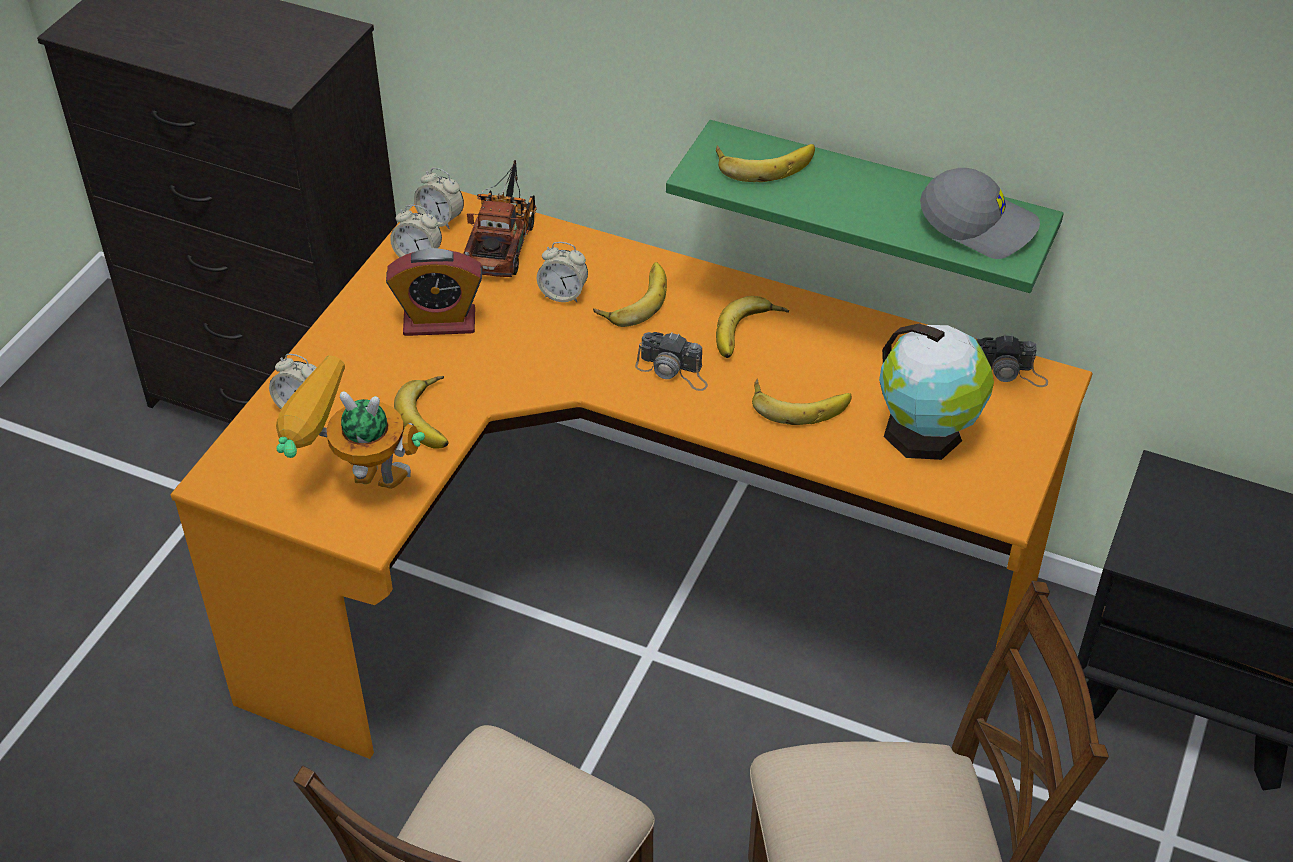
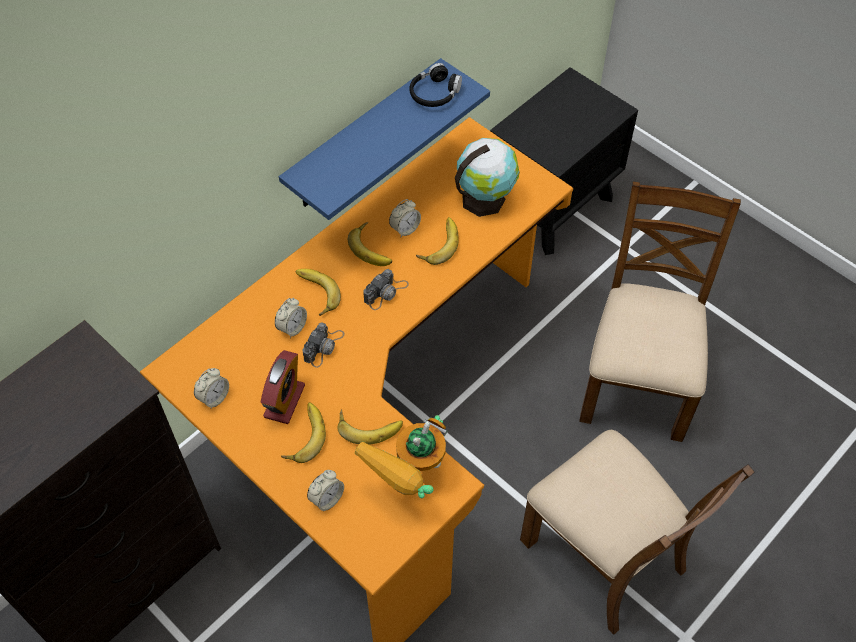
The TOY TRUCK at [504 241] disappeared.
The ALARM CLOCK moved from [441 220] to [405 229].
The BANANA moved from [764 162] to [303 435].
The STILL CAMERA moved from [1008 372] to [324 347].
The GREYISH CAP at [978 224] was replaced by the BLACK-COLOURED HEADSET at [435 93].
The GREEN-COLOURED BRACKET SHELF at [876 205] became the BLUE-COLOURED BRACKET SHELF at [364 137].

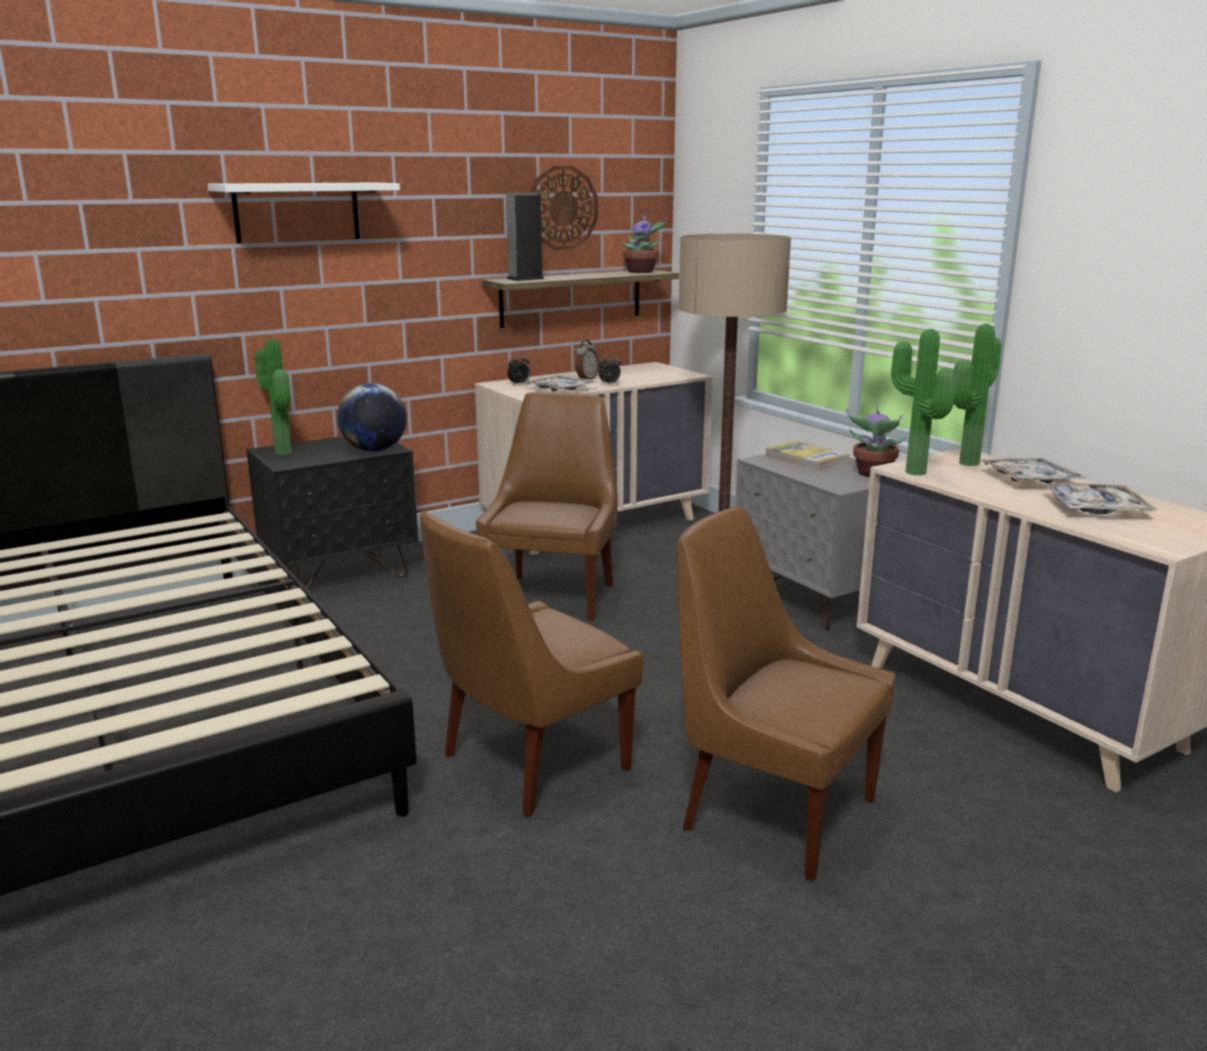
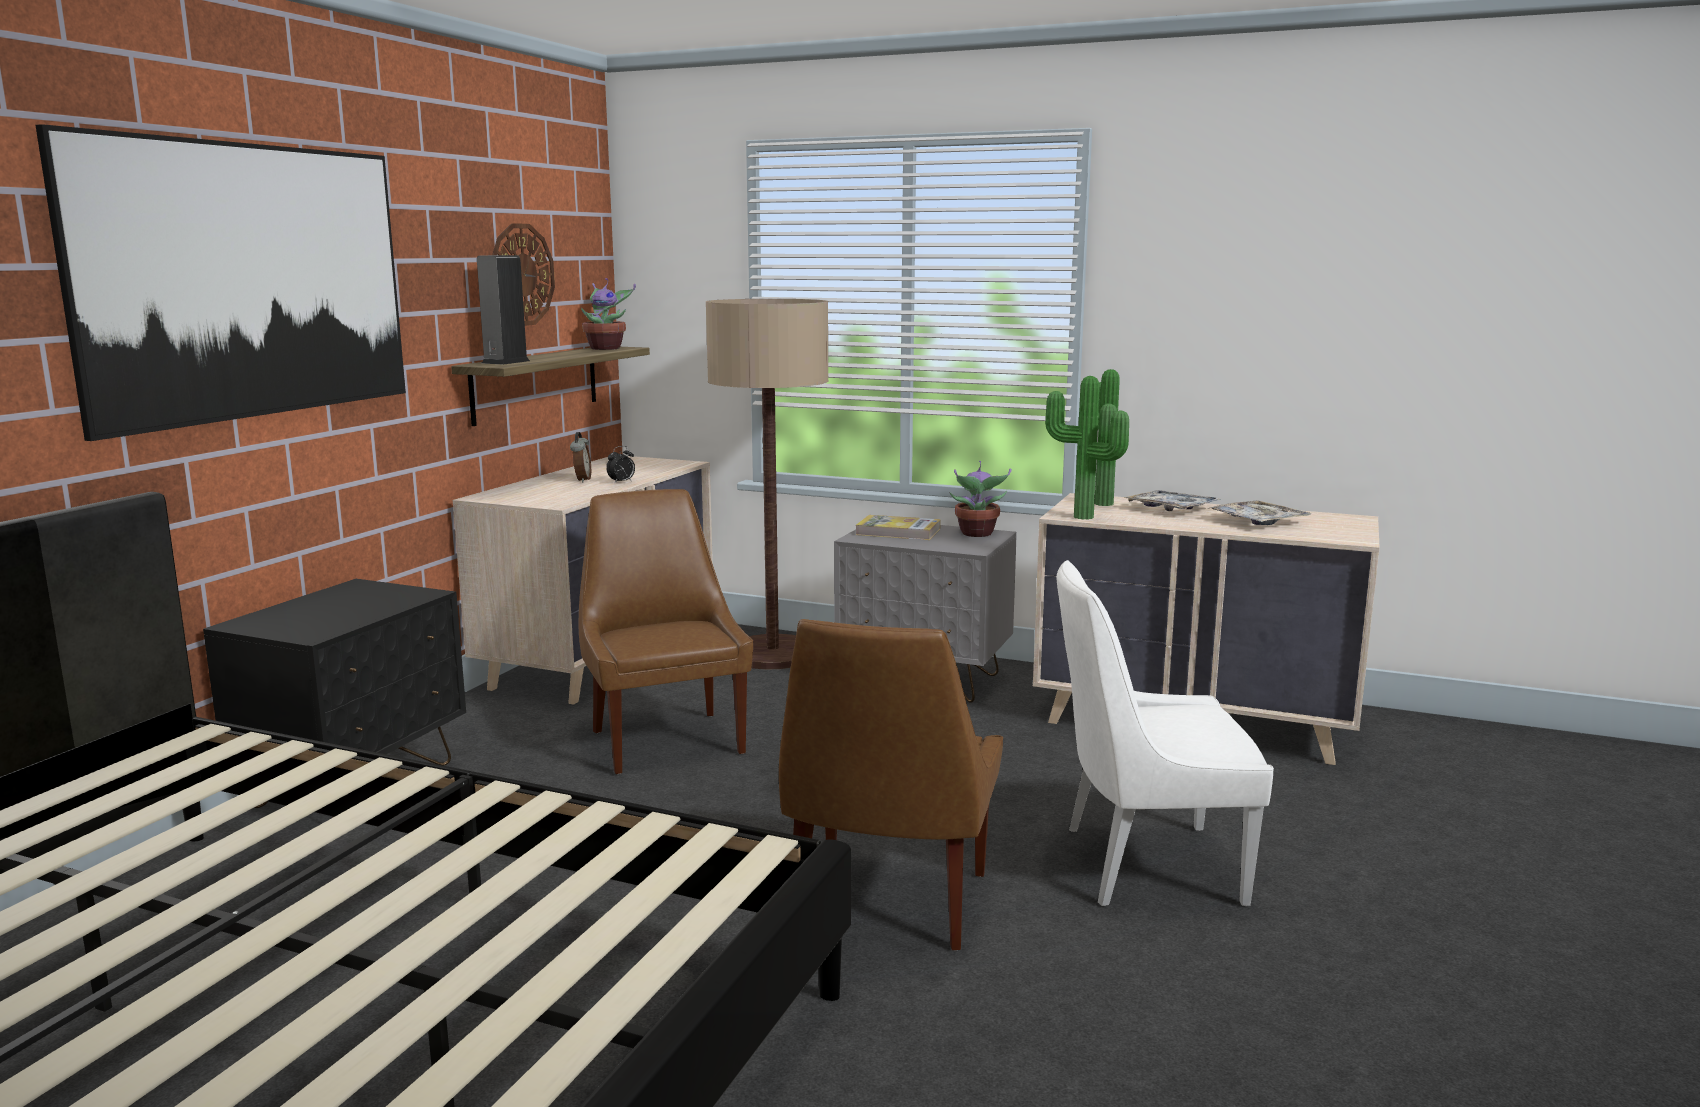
The HOUSEPLANT at [280 453] disappeared.
The GLOBE at [374 450] disappeared.
The ALARM CLOCK at [519 384] disappeared.
The CARRYING TRAY at [560 390] disappeared.
The WHITISH BRACKET SHELF at [297 212] was replaced by the WALL PICTURE at [248 281].
The BROWN-COLOURED PLAIN CHAIR at [772 811] became the WHITISH PLAIN CHAIR at [1145 864].

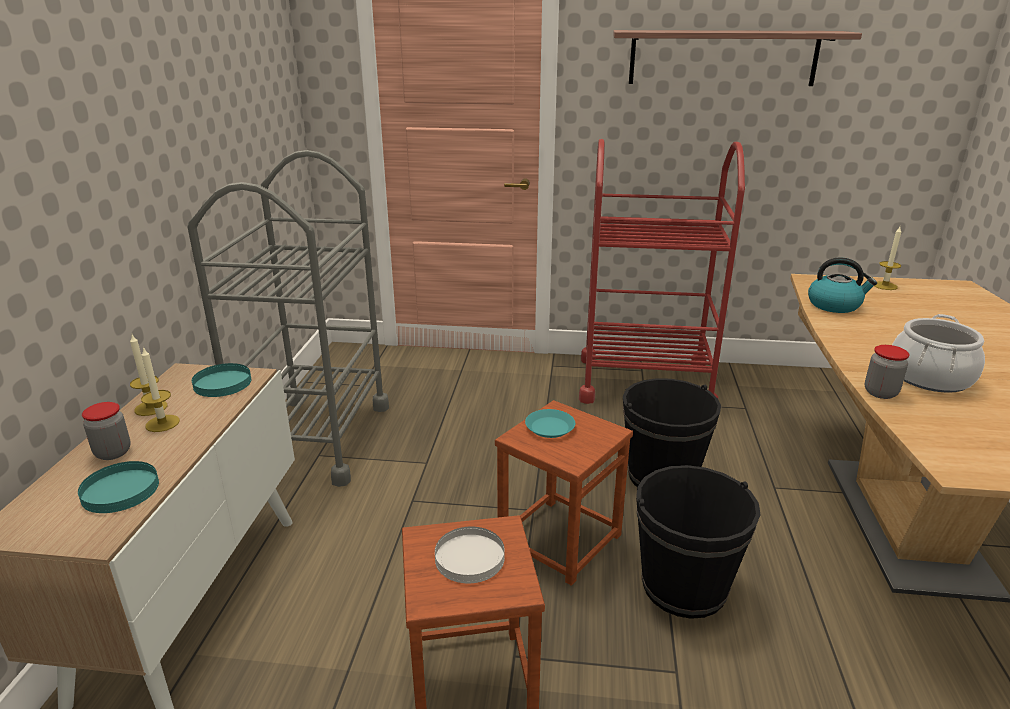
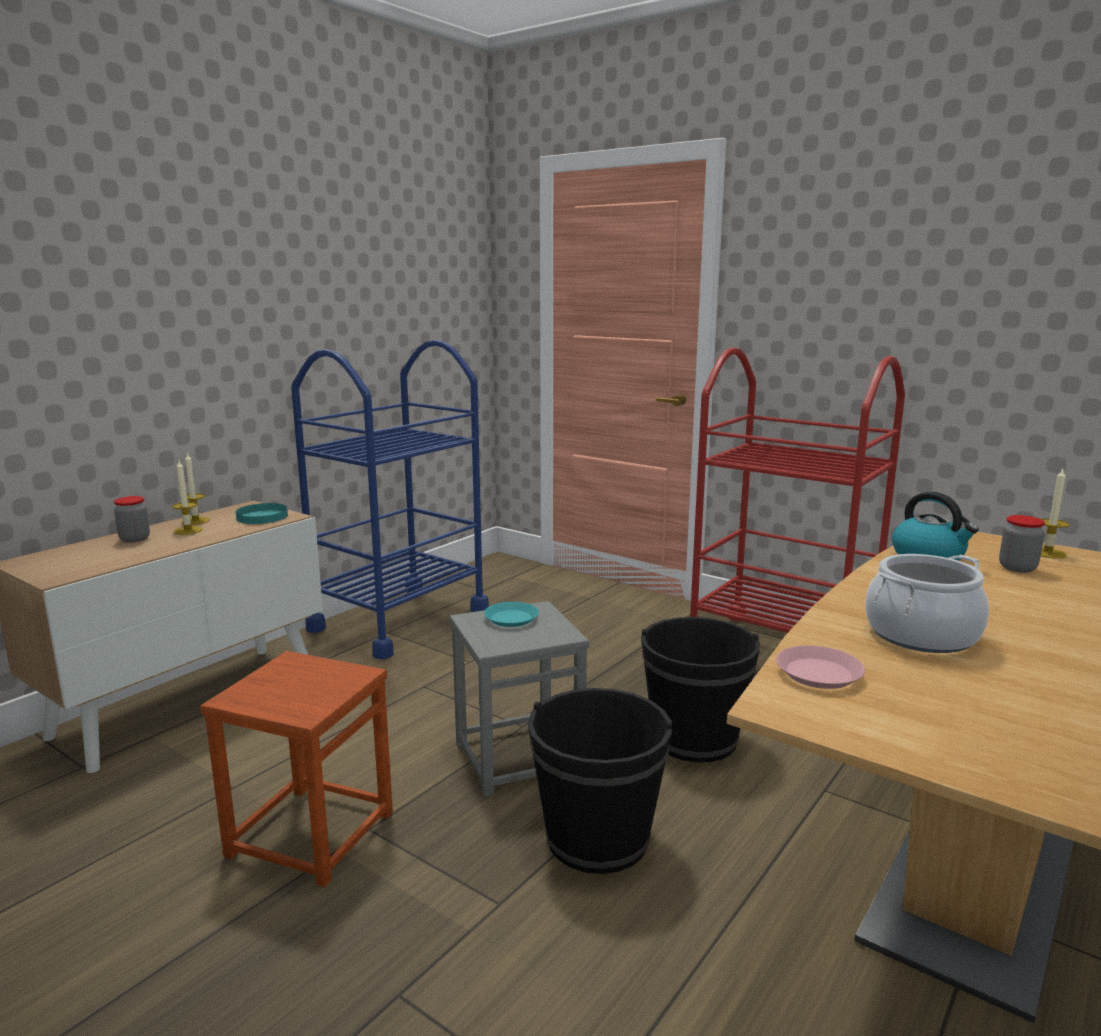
The TURQUOISE-COLOURED DINNER PLATE at [120 490] disappeared.
The WHITISH DINNER PLATE at [469 558] disappeared.
The BRACKET SHELF at [722 58] disappeared.
The PINKISH DINNER PLATE at [818 674] appeared.
The PRESERVE JAR moved from [880 393] to [1017 568].
The GREYISH WHEELED CART at [316 438] became the BLUE-COLOURED WHEELED CART at [399 620].
The BROWN-COLOURED SITTING STOOL at [559 539] became the GREYISH SITTING STOOL at [518 757].

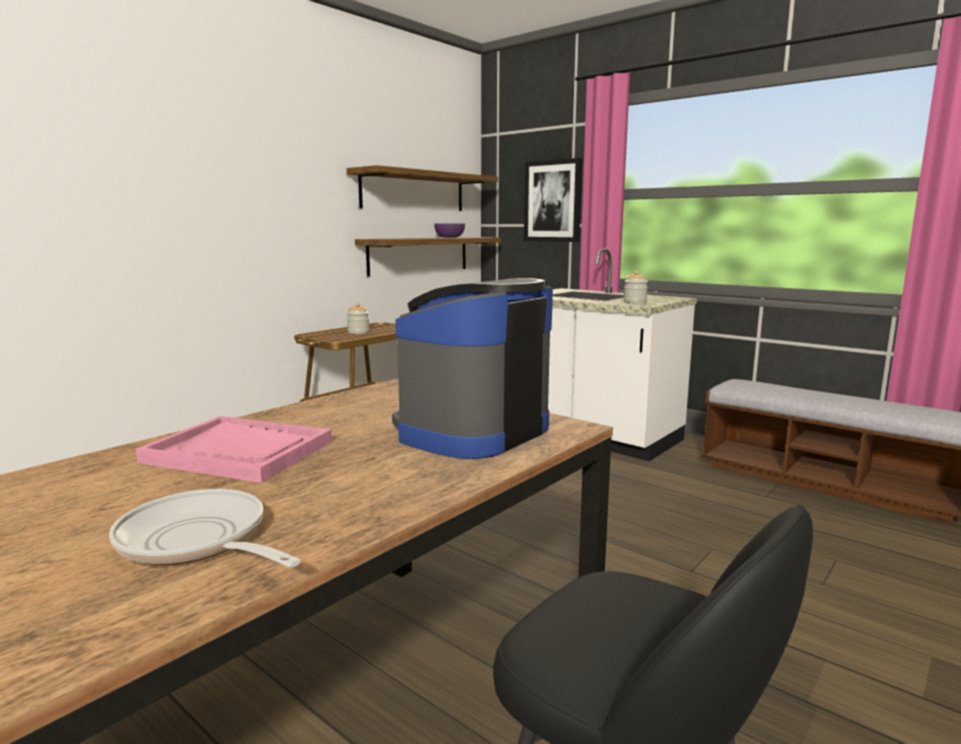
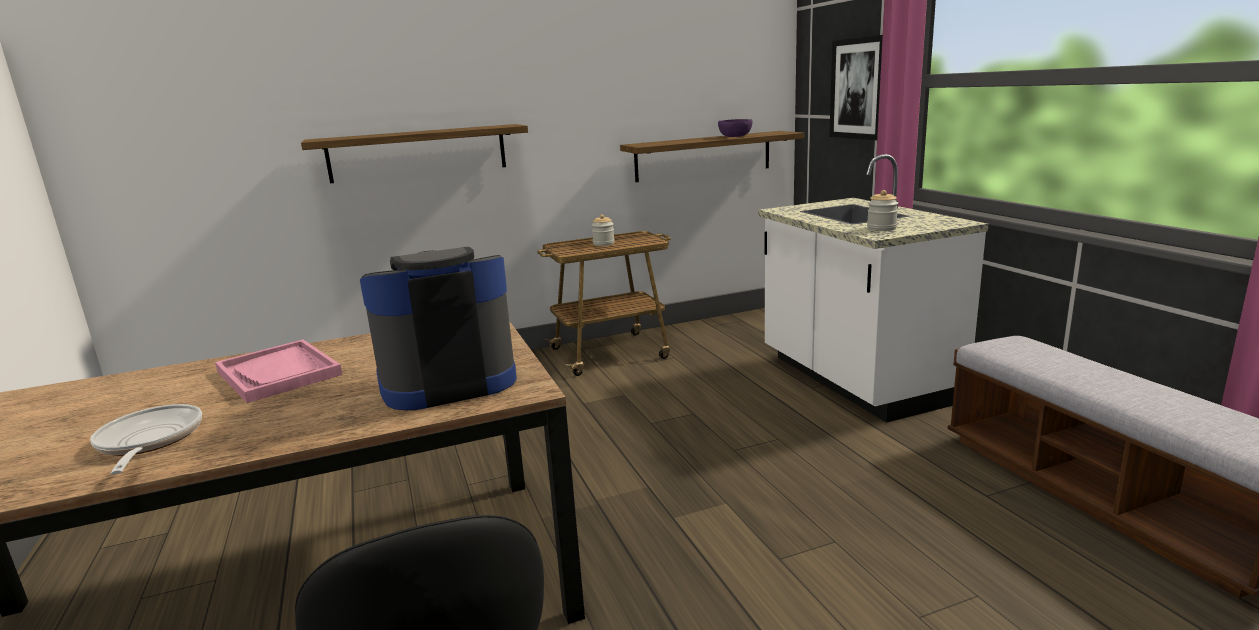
The BRACKET SHELF moved from [413 191] to [418 153].

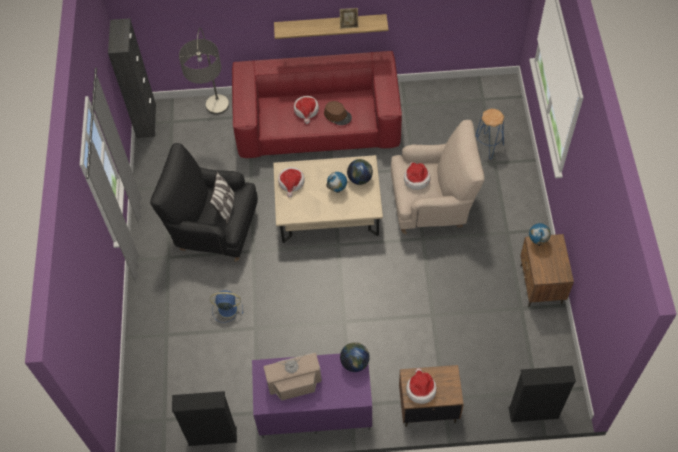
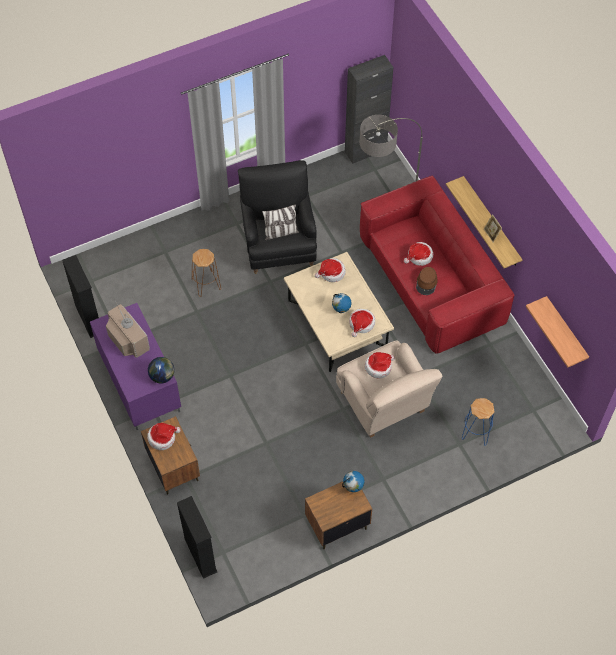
The BRACKET SHELF at [566 331] appeared.
The BLUE-COLOURED COOLING FAN at [226 308] was replaced by the BROWN-COLOURED SITTING STOOL at [206 284].
The GLOBE at [360 179] was replaced by the WEARABLE HAT at [361 324].

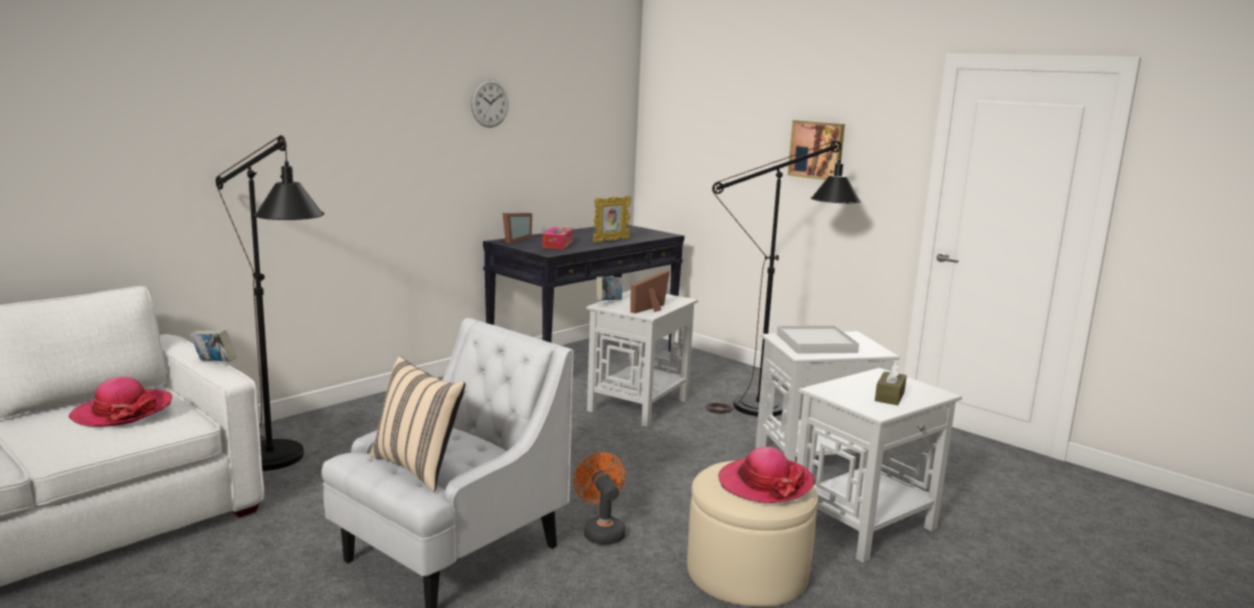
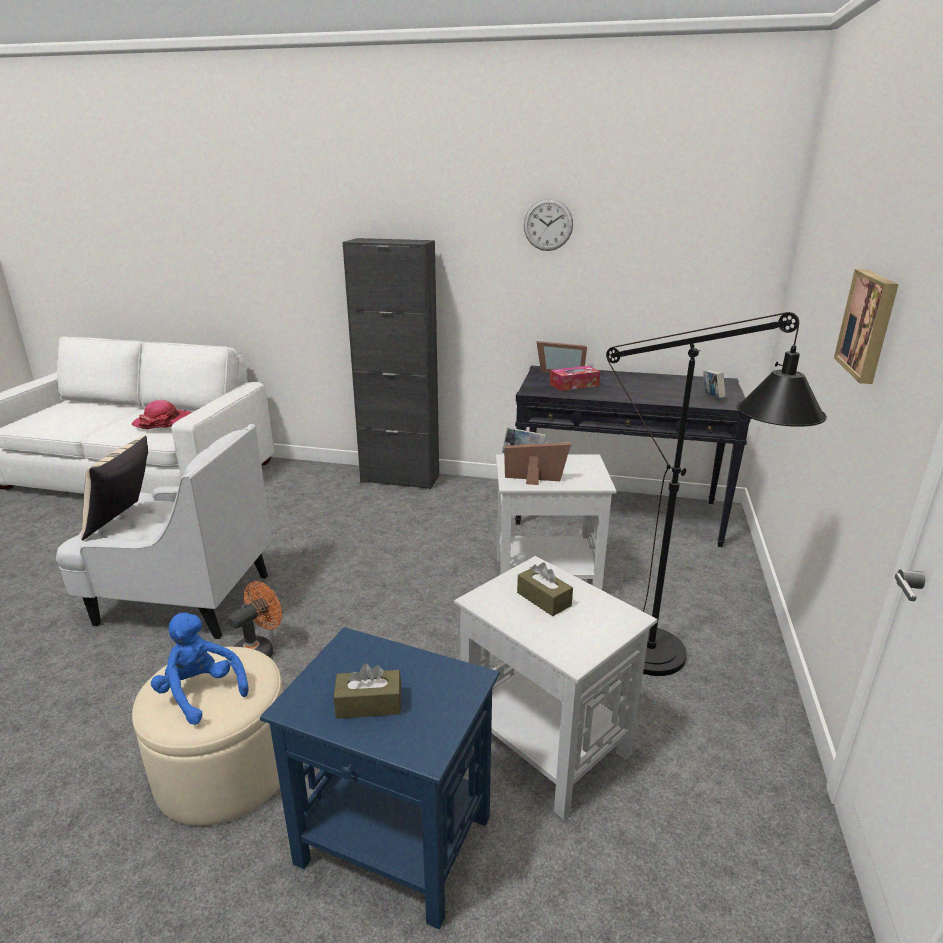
The BLACK-COLOURED FLOOR LAMP at [278 463] disappeared.
The STANDING FRAME at [610 241] disappeared.
The BLACK-COLOURED CABINET at [400 479] appeared.
The BOUND BOOK moved from [214 364] to [711 397].
The WEARABLE HAT at [765 483] was replaced by the BLUE-COLOURED CUDDLY TOY at [200 692].
The WHITISH CARRYING TRAY at [816 343] was replaced by the BROWN-COLOURED BOX OF TISSUES at [543 599].
The WHITISH END TABLE at [865 524] became the BLUE-COLOURED END TABLE at [396 841].

